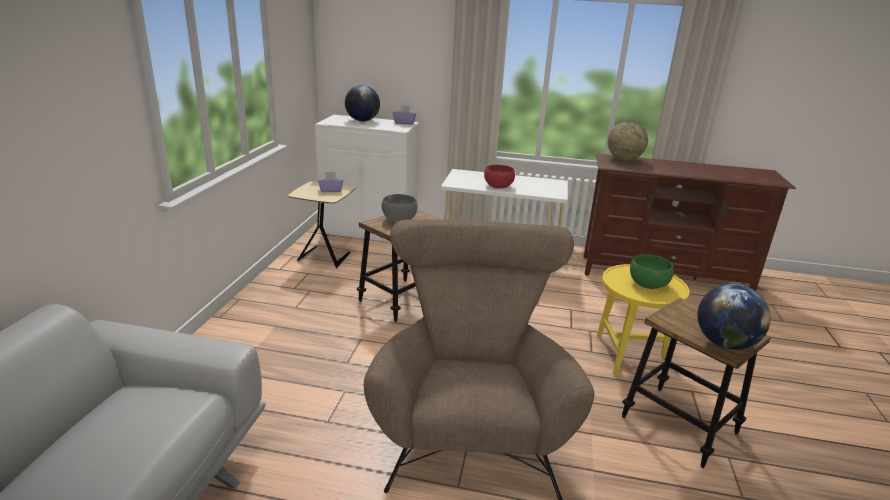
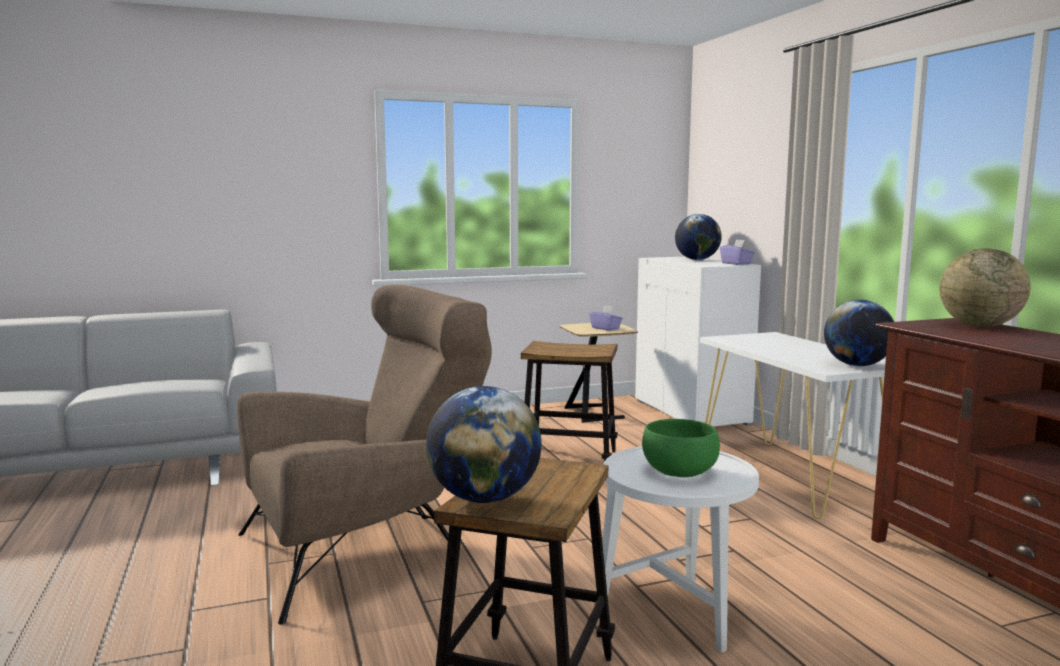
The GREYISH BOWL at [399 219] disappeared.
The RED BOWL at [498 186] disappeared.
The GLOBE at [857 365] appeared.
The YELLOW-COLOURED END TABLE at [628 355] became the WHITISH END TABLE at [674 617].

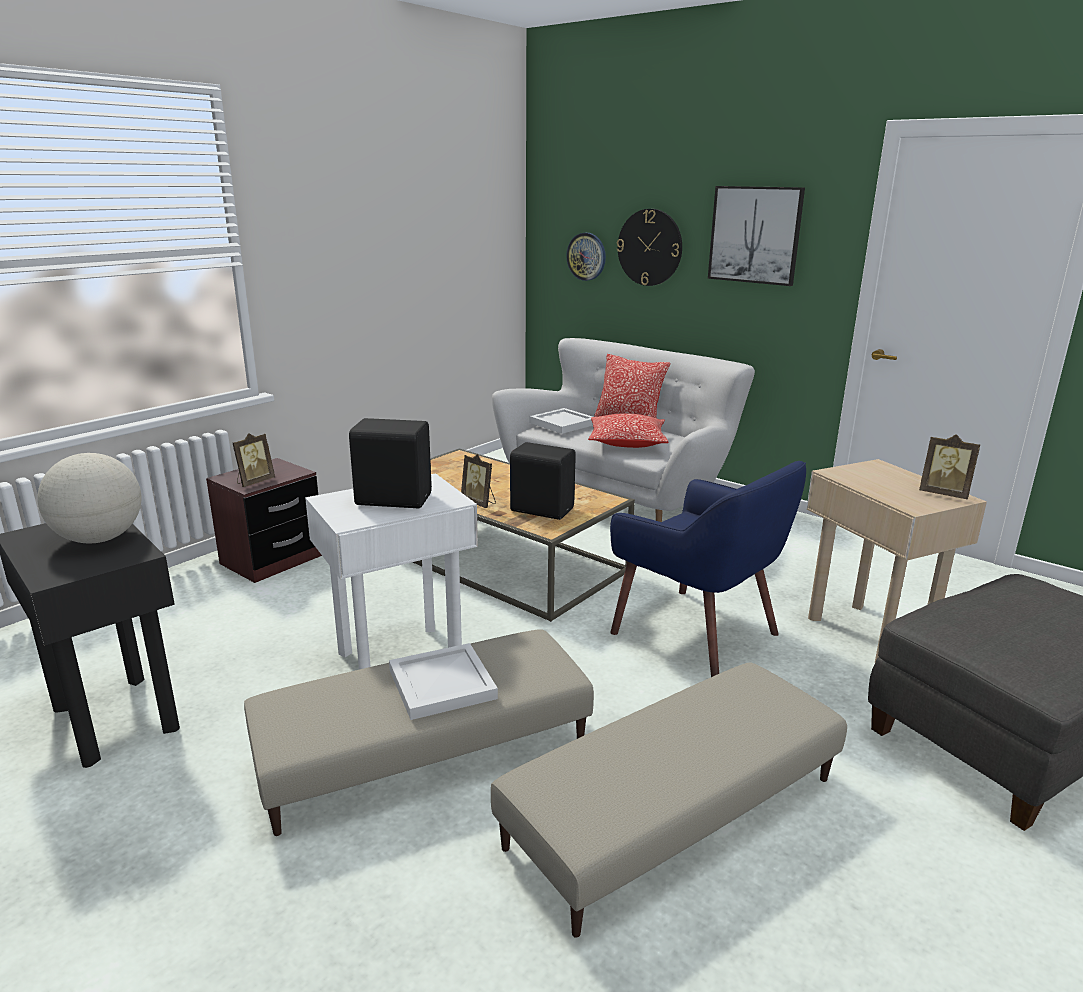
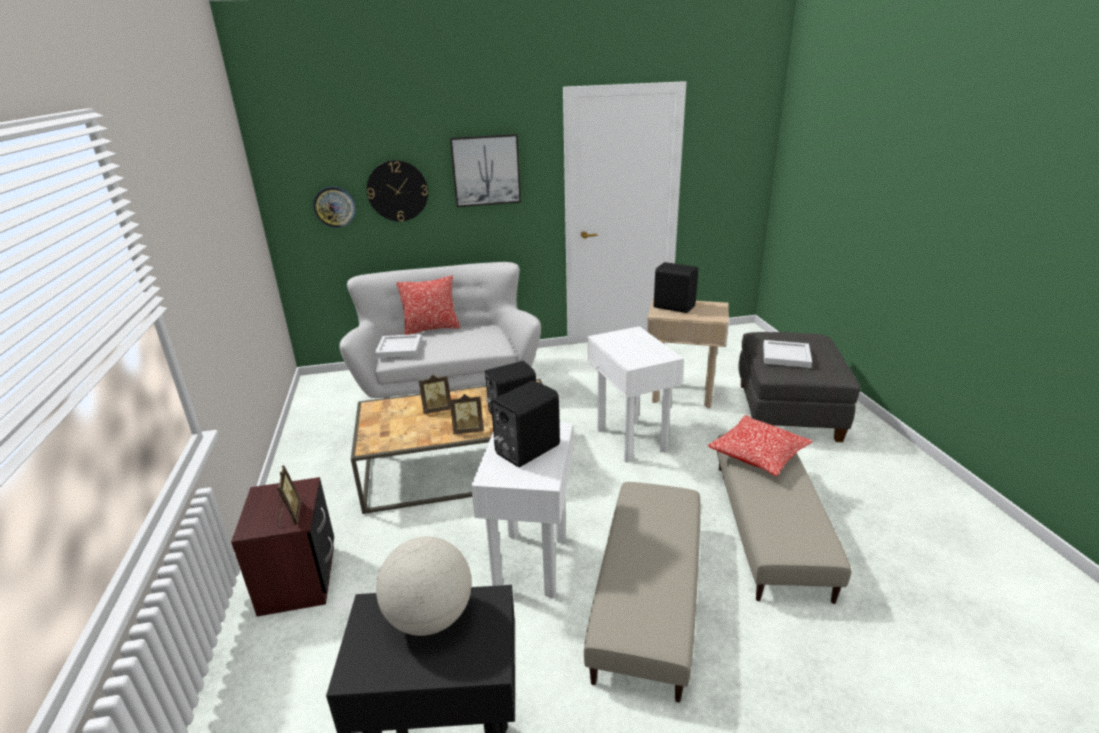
The BLACK-COLOURED AUDIO SPEAKER at [674 306] appeared.
The WHITISH CARRYING TRAY moved from [444 684] to [787 356].
The THROW PILLOW moved from [627 442] to [758 455].
The STANDING FRAME moved from [944 494] to [437 409].
The BLUE-COLOURED EASY CHAIR at [697 633] was replaced by the WHITISH END TABLE at [630 440].

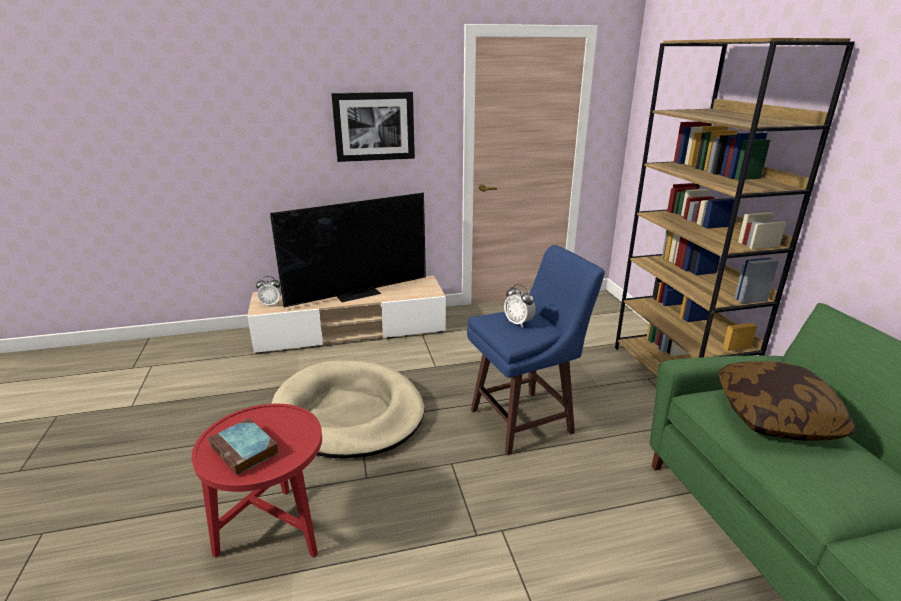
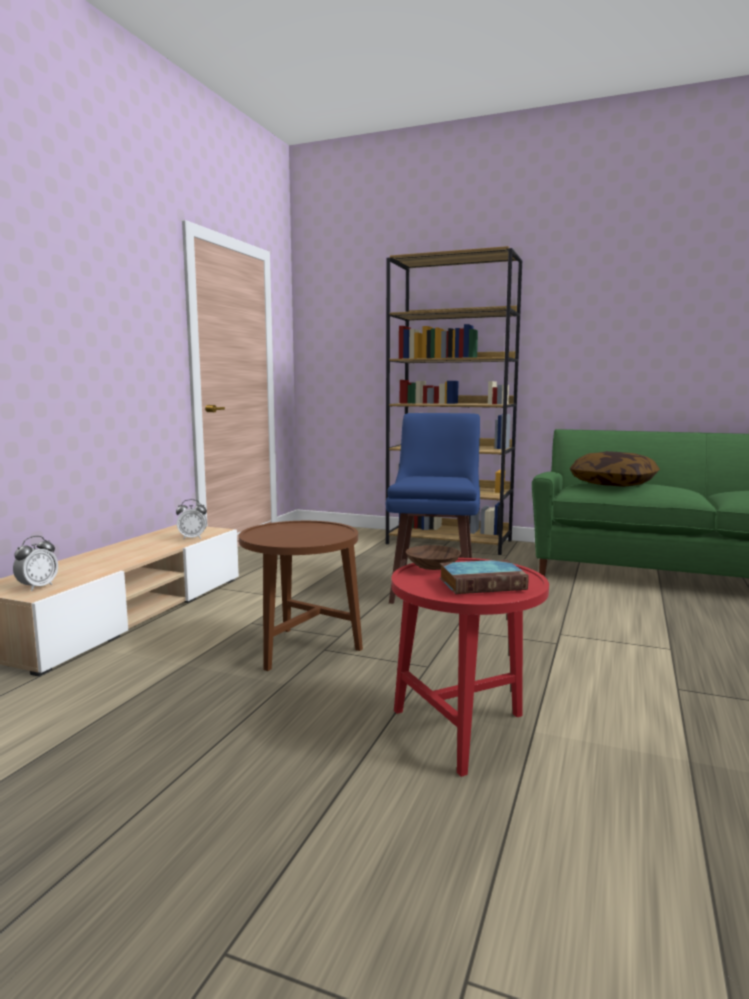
The TV at [358 293] disappeared.
The WALL PICTURE at [374 126] disappeared.
The BROWN-COLOURED BOWL at [432 566] appeared.
The ALARM CLOCK moved from [518 323] to [192 538].
The SAND-COLOURED DOG BED at [349 413] was replaced by the BROWN-COLOURED END TABLE at [301 650].

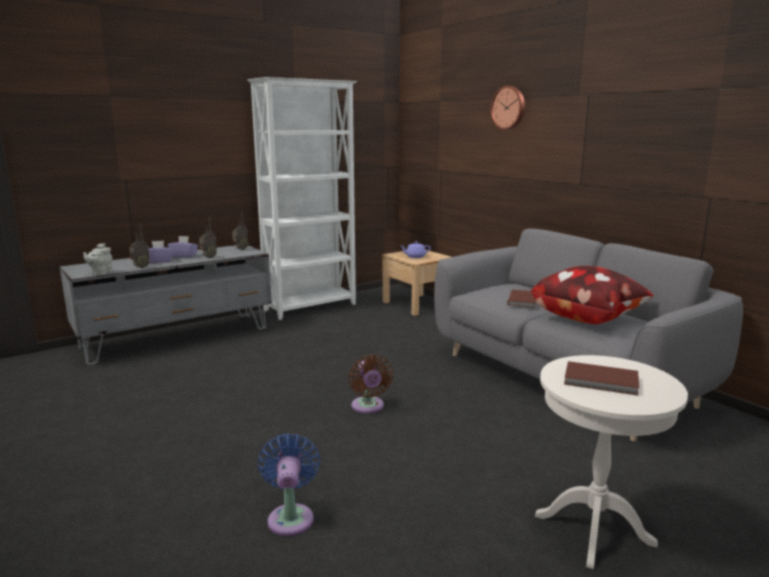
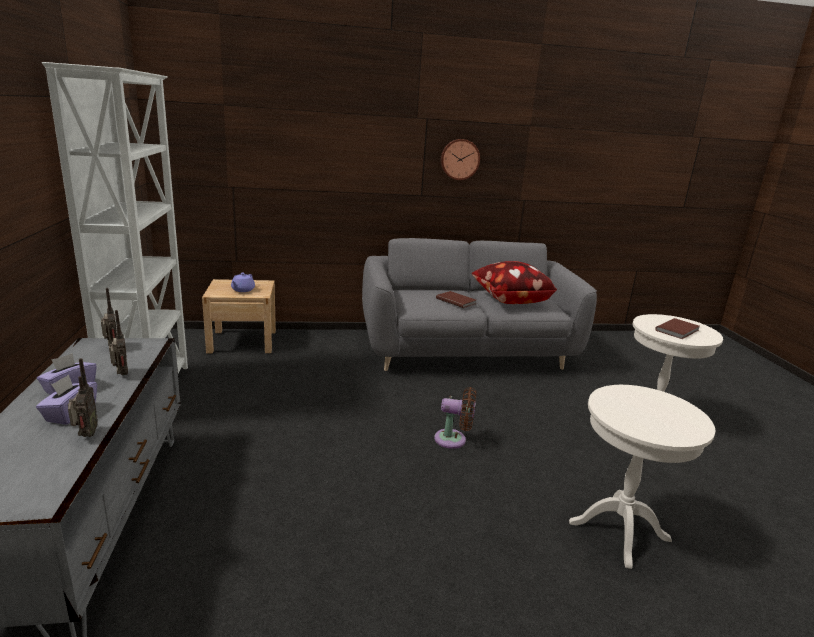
The GREYISH POT FOR TEA at [100 273] disappeared.
The HANGING CLOCK moved from [508 108] to [459 159].
The BLUE-COLOURED COOLING FAN at [291 516] was replaced by the WHITISH END TABLE at [619 531].

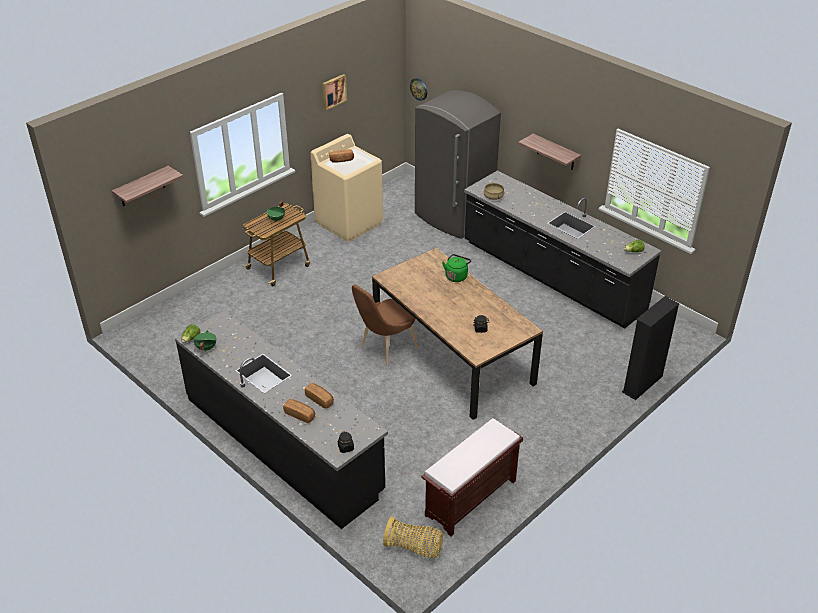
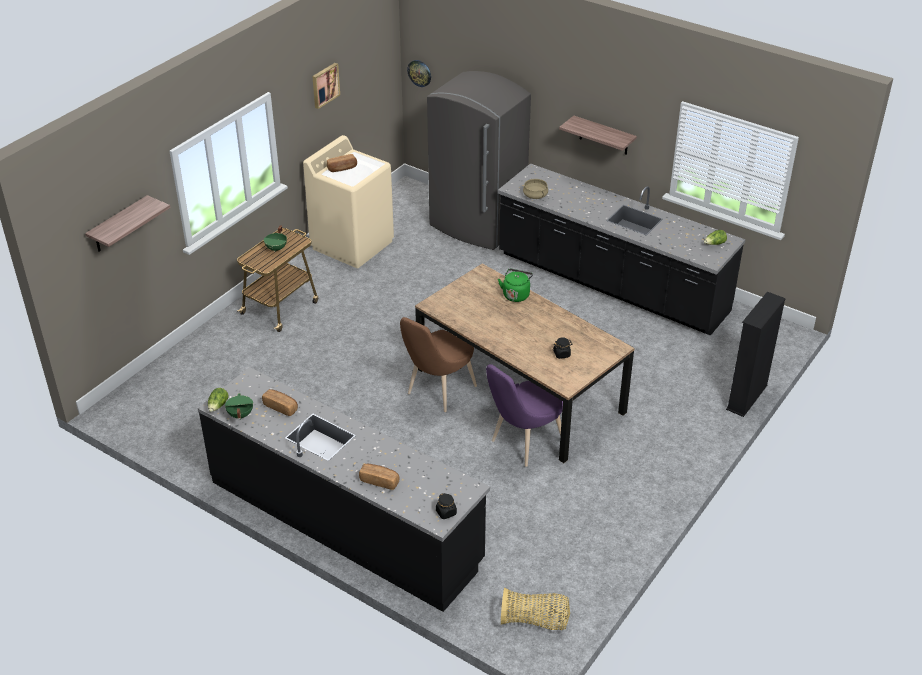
The BROWN-COLOURED INDOOR BENCH at [470 499] disappeared.
The PURPLE PLAIN CHAIR at [523 444] appeared.
The BAKED BREAD moved from [320 399] to [281 407].

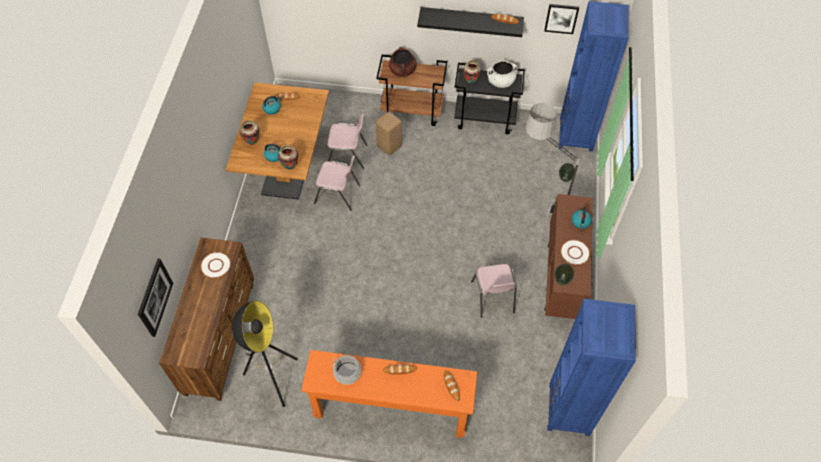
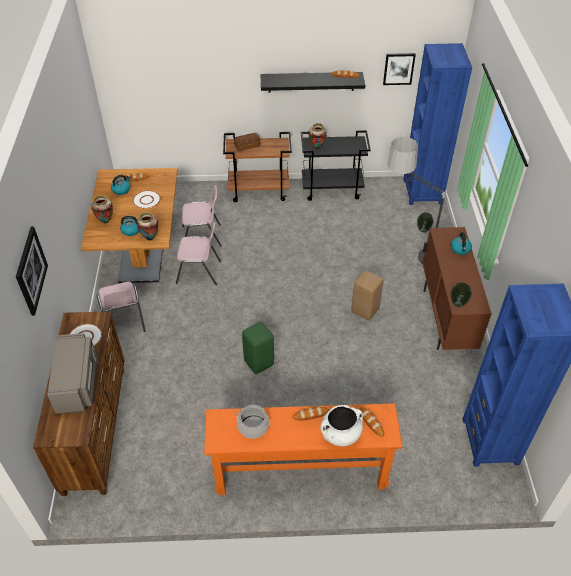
The FLOOR LAMP at [273 379] disappeared.
The GREYISH MICROWAVE OVEN at [77 383] appeared.
The GREEN-COLOURED SITTING STOOL at [259 363] appeared.
The WALL PICTURE moved from [154 297] to [30 270].
The SAND-COLOURED SITTING STOOL moved from [389 146] to [365 310].
The PINKISH PLAIN CHAIR moved from [493 297] to [123 321].
The WHITISH STOCKPOT moved from [501 82] to [340 434].
The WHITISH DINNER PLATE moved from [575 253] to [146 200].
The BROWN-COLOURED STOCKPOT at [402 71] was replaced by the BAKED BREAD at [247 145].

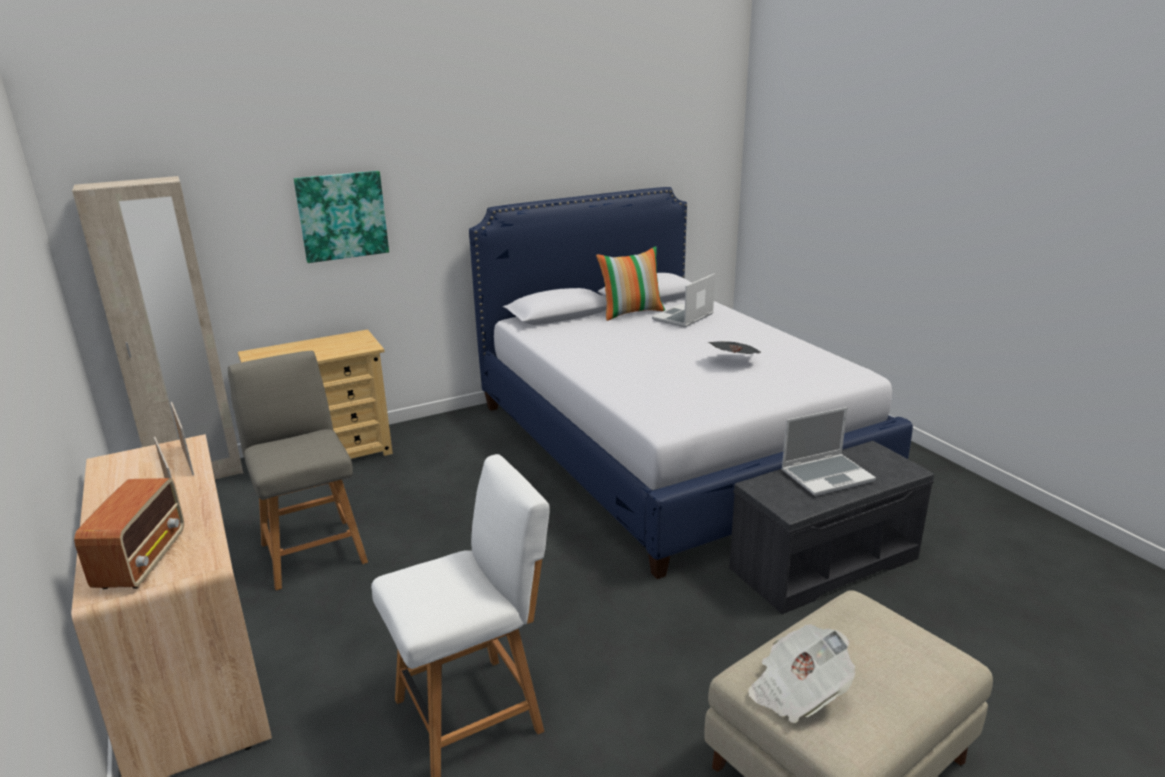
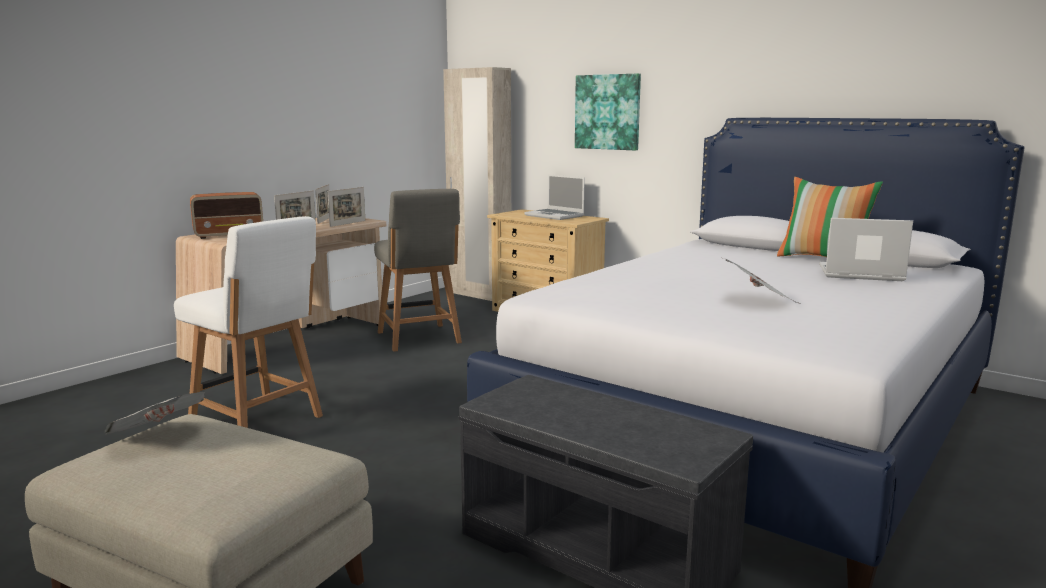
The STANDING FRAME at [324 220] appeared.
The NOTEBOOK COMPUTER moved from [827 475] to [555 216].
The GREYISH PLAIN CHAIR at [312 550] turned 120 degrees clockwise.

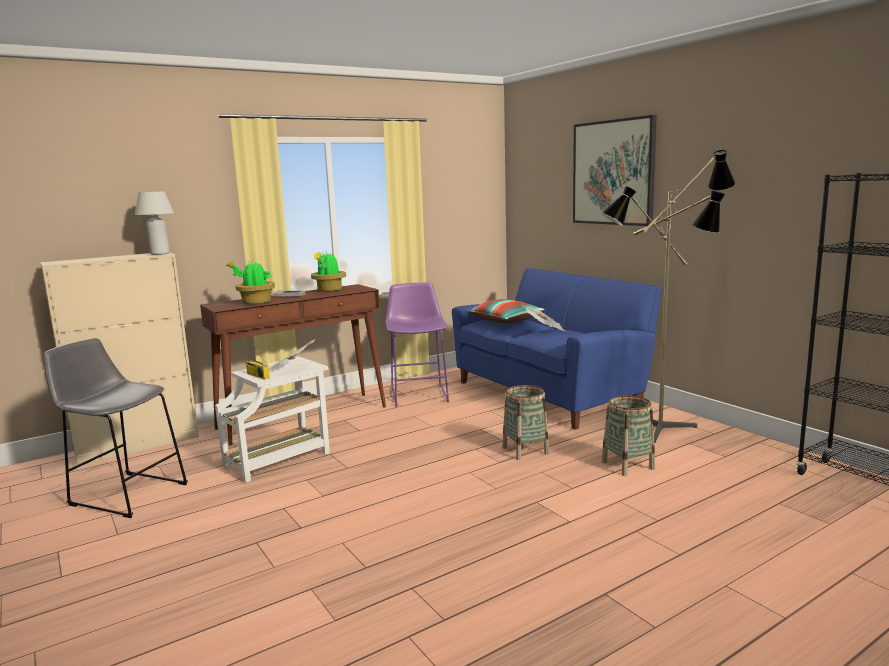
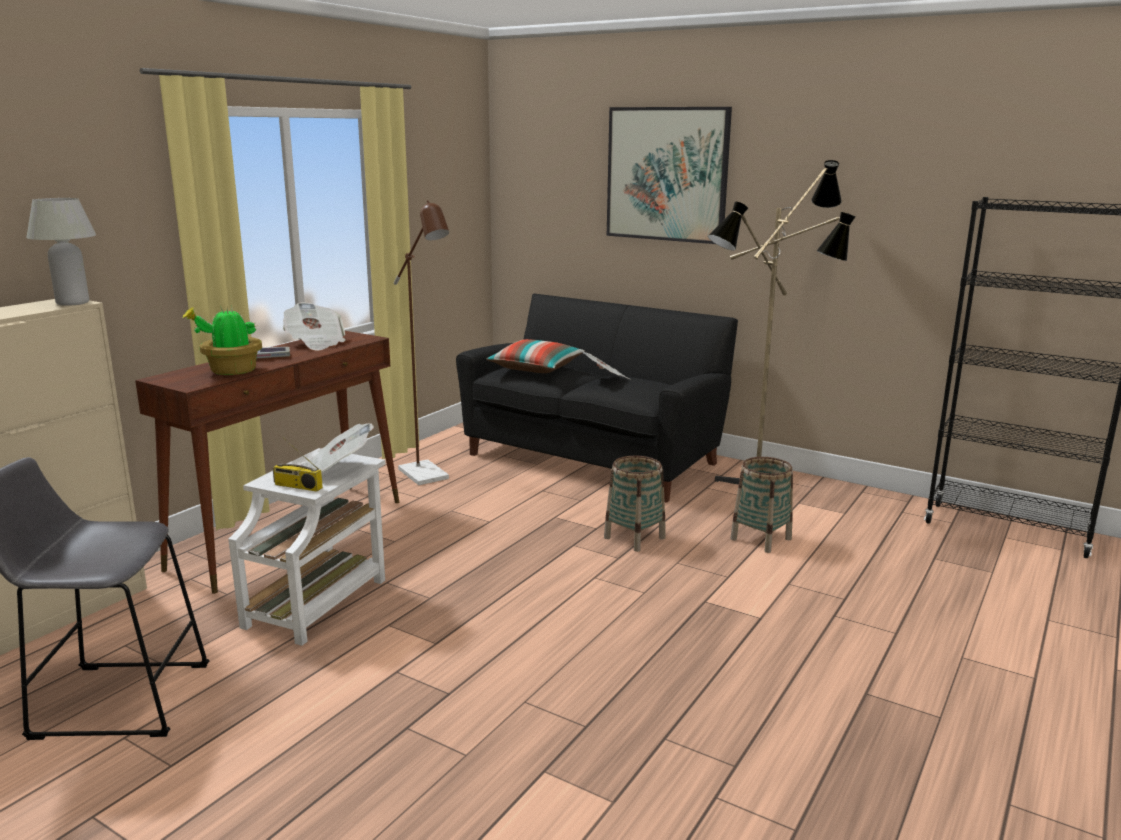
The HOUSEPLANT at [329 290] was replaced by the DAILY PAPER at [315 343].
The PURPLE SITTING STOOL at [419 394] was replaced by the BROWN-COLOURED FLOOR LAMP at [428 477].
The BLUE-COLOURED SETTEE at [549 393] became the BLACK-COLOURED SETTEE at [594 458].

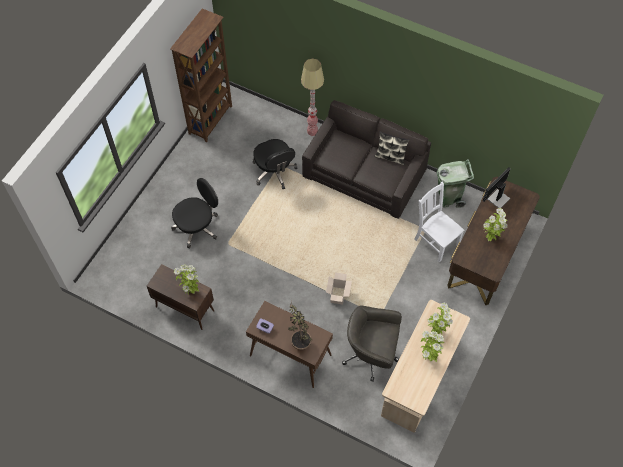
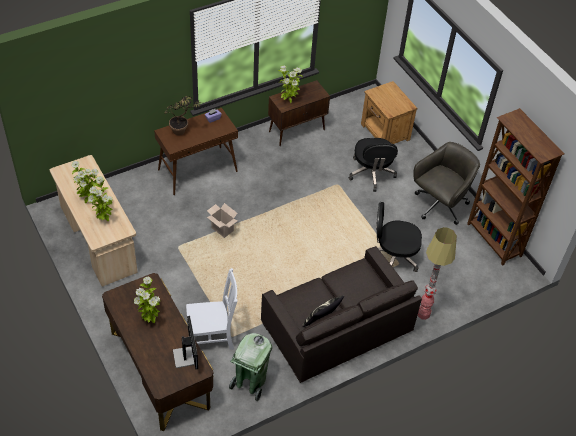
The BROWN-COLOURED BEDSIDE TABLE at [385 132] appeared.
The GREYISH OFFICE CHAIR moved from [371 354] to [439 205].

